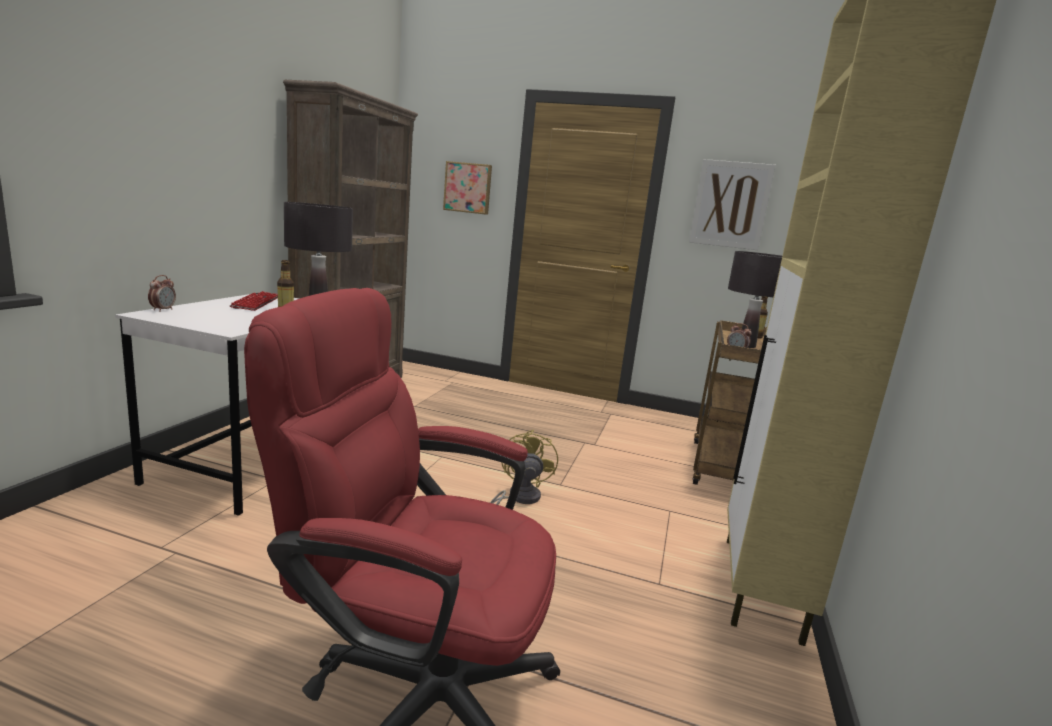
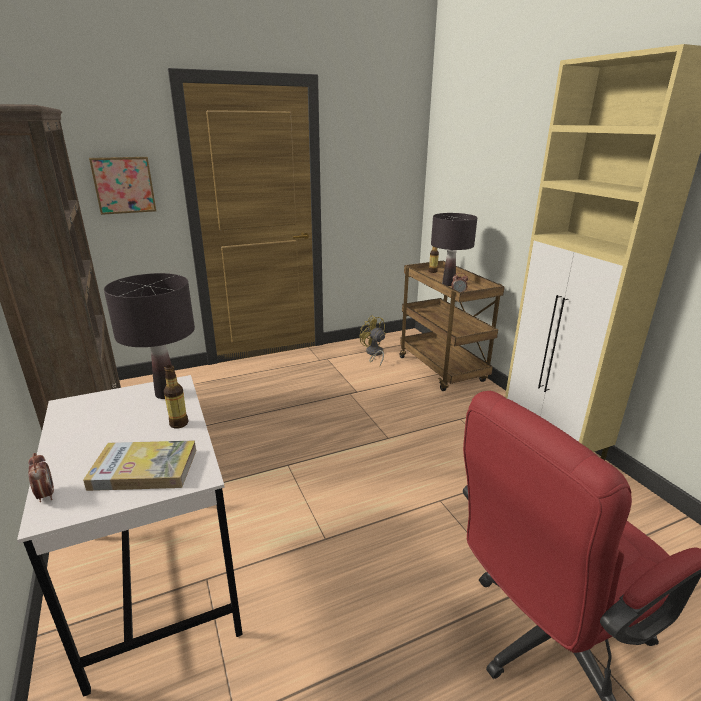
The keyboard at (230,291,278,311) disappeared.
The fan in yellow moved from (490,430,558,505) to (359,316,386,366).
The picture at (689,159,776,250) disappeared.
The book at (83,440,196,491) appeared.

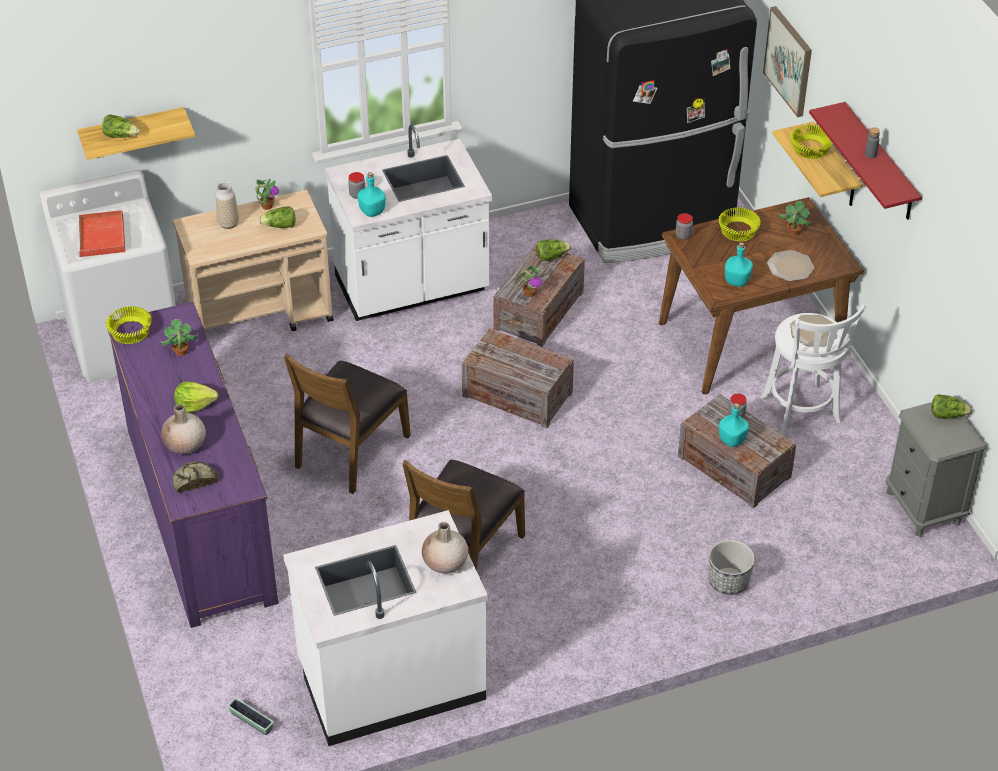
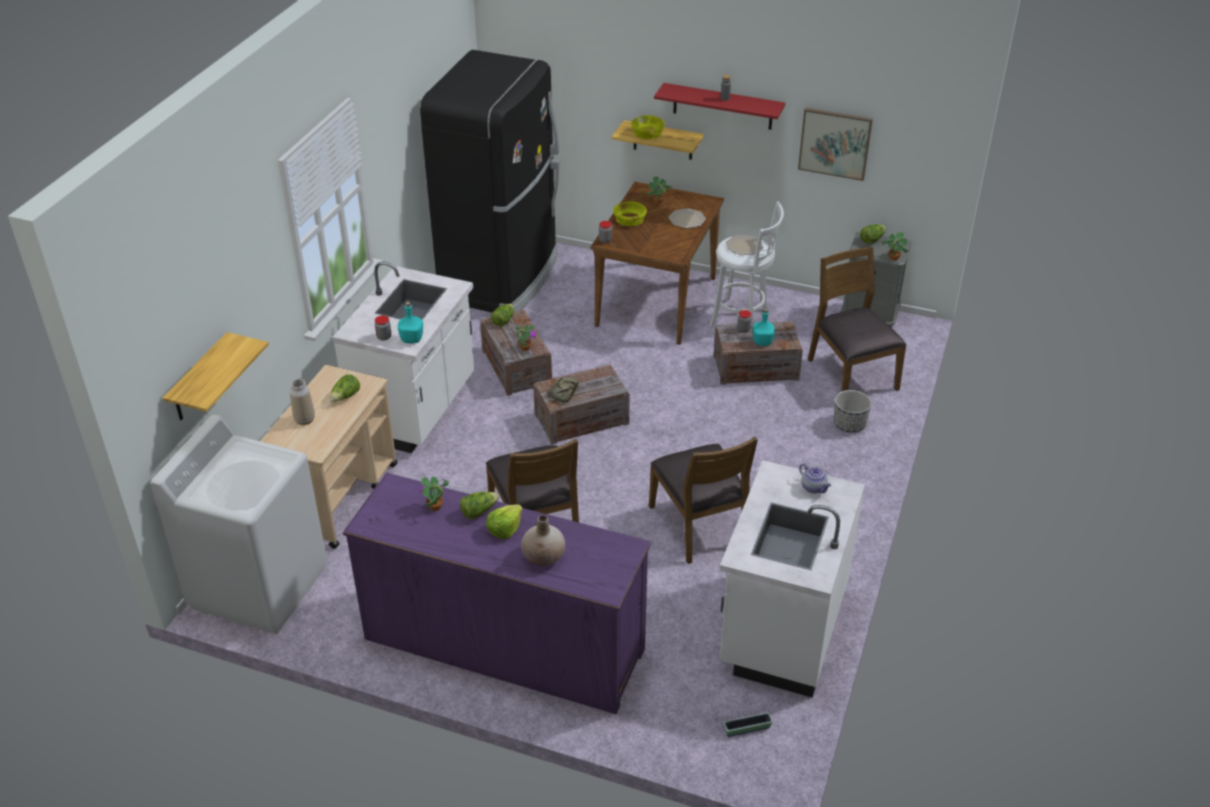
The tray in red at (76,210,126,257) disappeared.
The lettuce moved from (102,114,140,138) to (460,492,499,519).
The bowl in yellow at (106,306,152,344) disappeared.
The bread moved from (172,461,218,493) to (550,376,579,403).
The potted plant moved from (255,178,279,210) to (882,232,910,261).
The vase in beige at (422,522,468,574) was replaced by the teapot at (799,464,831,494).
The bottle in turquoise at (725,242,753,287) disappeared.
The picture moved from (763,6,812,117) to (798,107,873,181).
The chair in brown at (808,246,907,392) appeared.

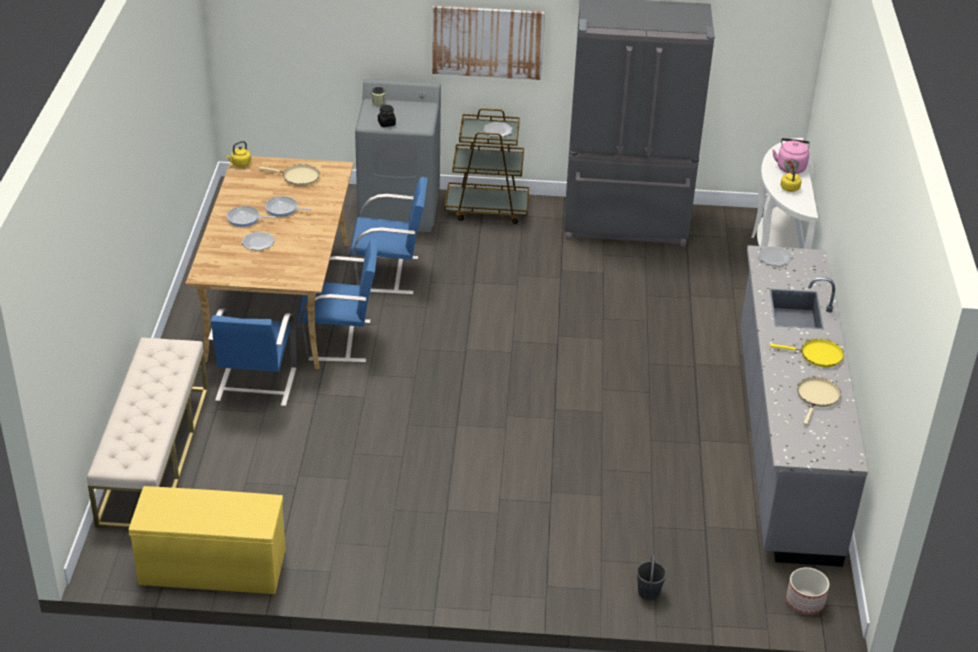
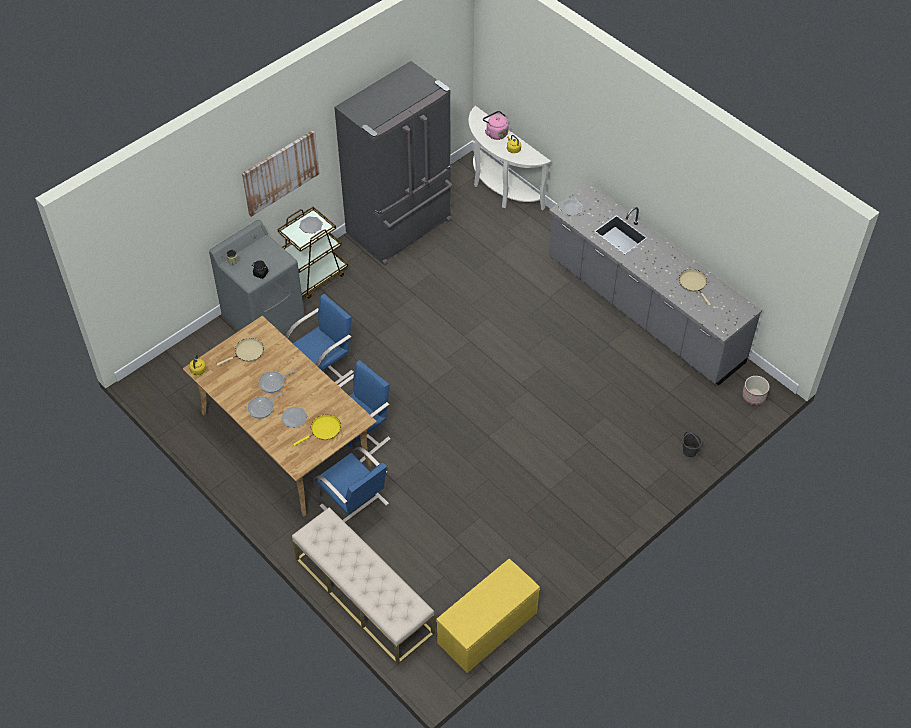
The frying pan in yellow moved from (770,339,844,367) to (293,415,341,446).

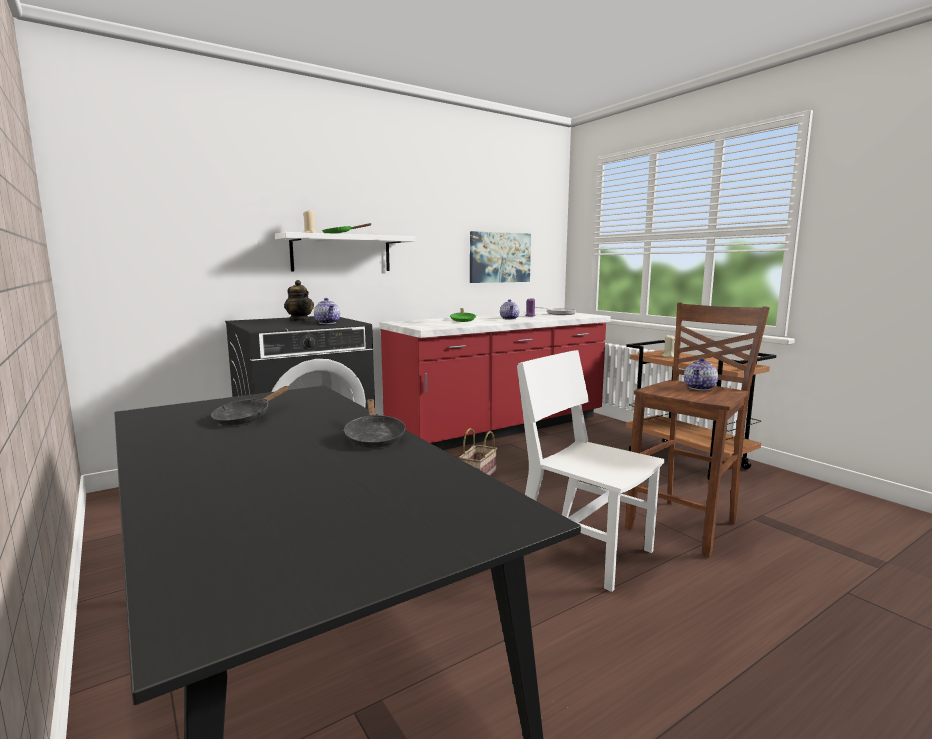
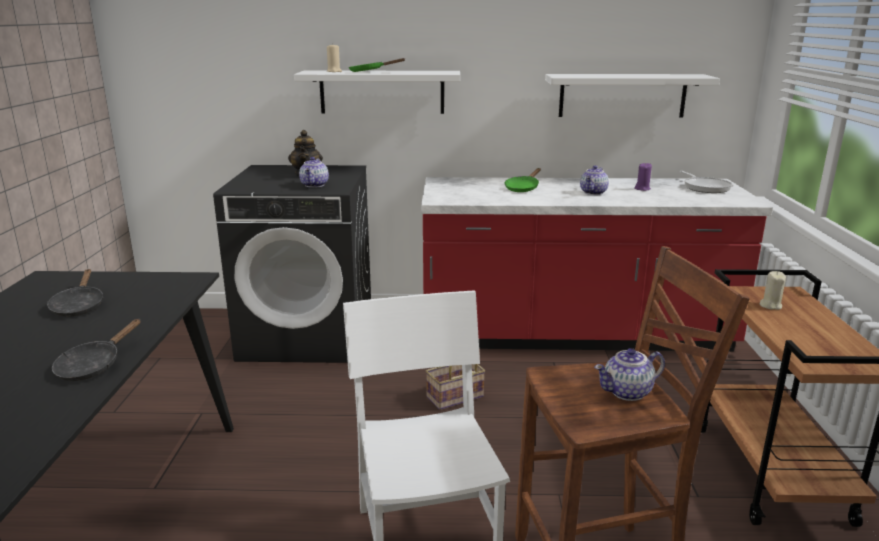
The frying pan in black at (211,386,290,425) turned 75 degrees counterclockwise.
The picture at (470,231,531,283) was replaced by the shelf in white at (545,74,720,117).

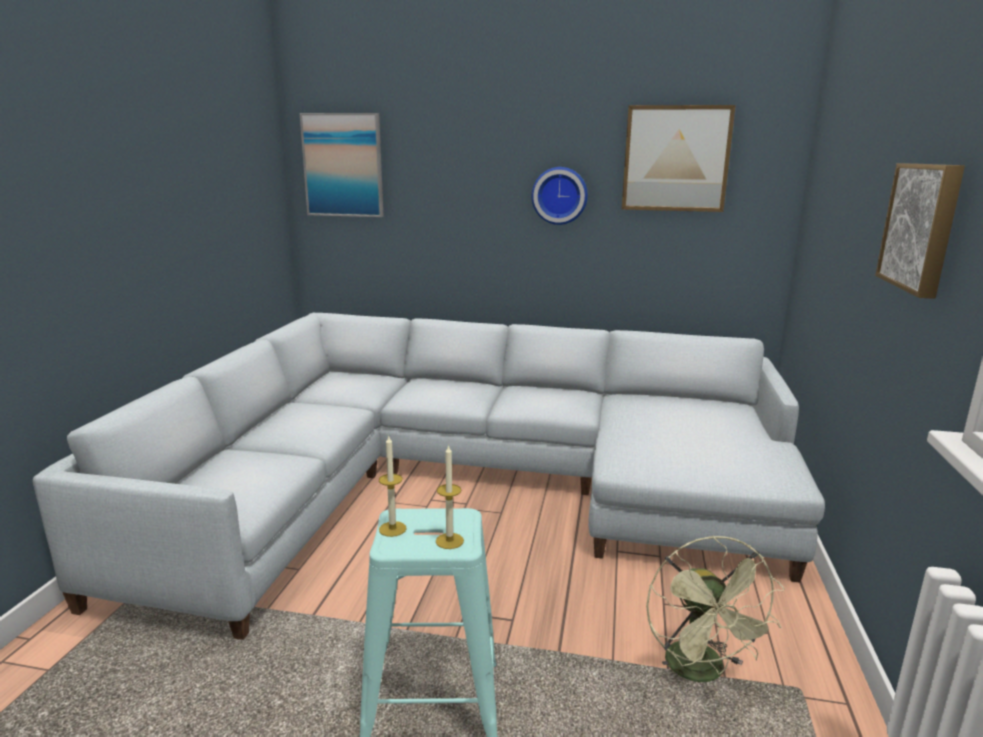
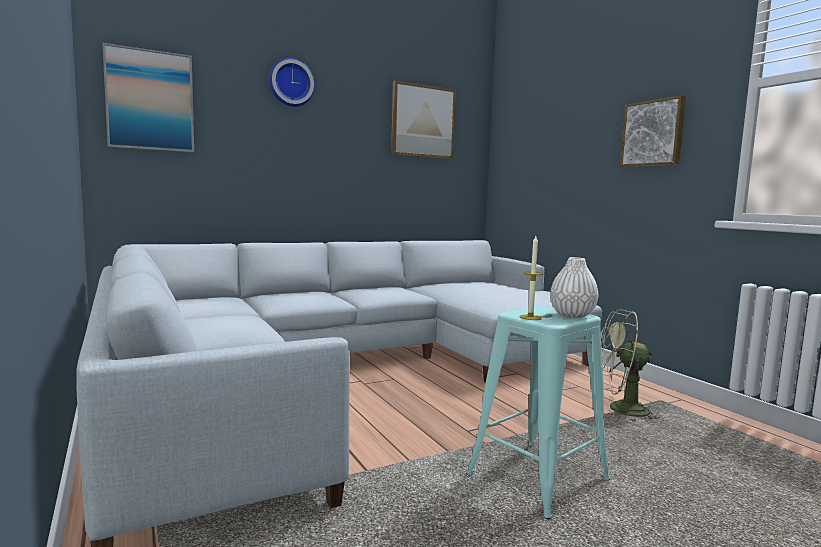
The candle at (436,444,464,549) was replaced by the vase in white at (550,257,598,318).
The wall clock moved from (532,167,588,225) to (269,58,315,107).
The fan in green at (646,535,784,682) turned 150 degrees clockwise.

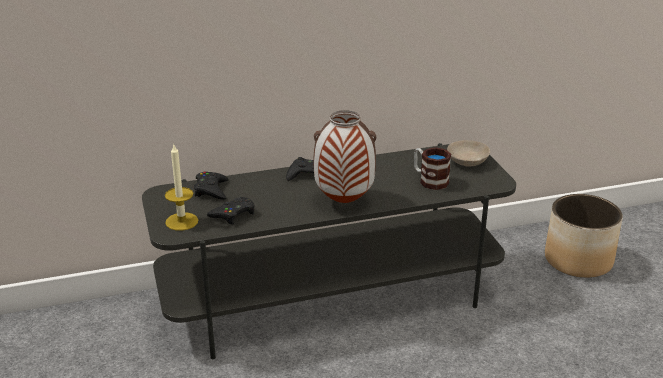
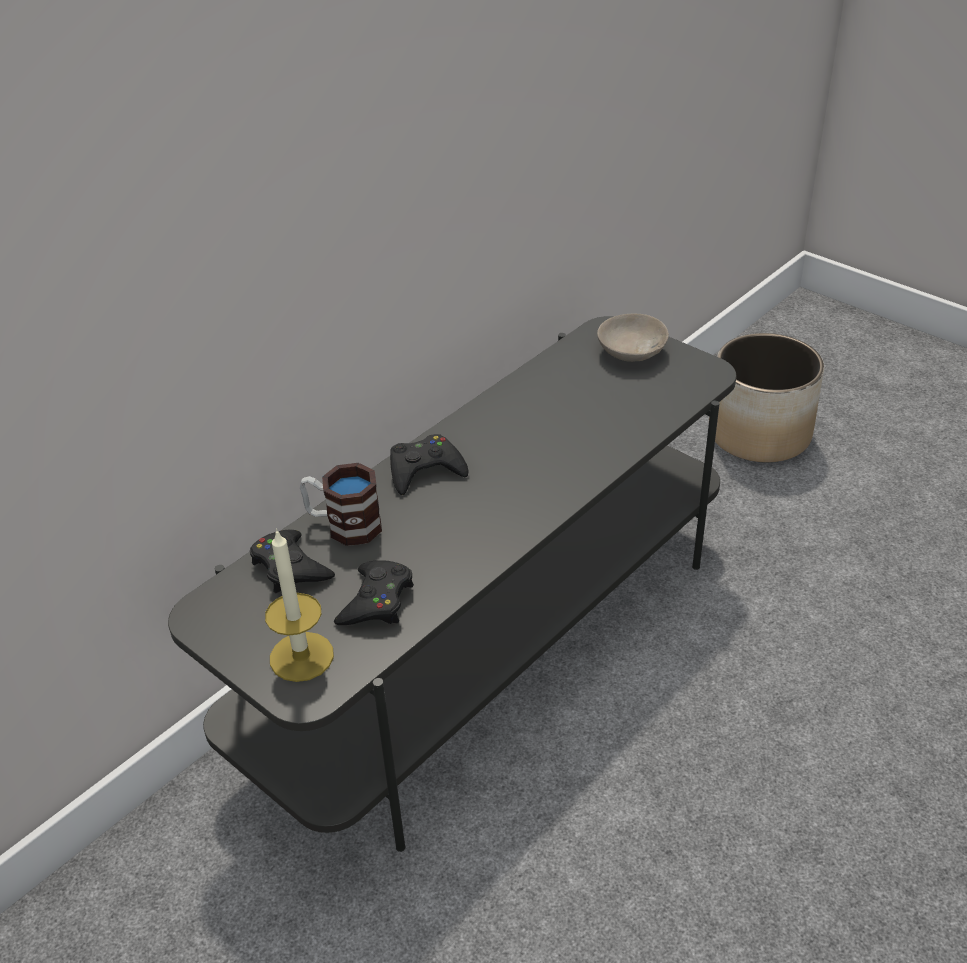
The vase at (313,110,376,203) disappeared.
The mug moved from (414,147,451,190) to (300,463,382,546).

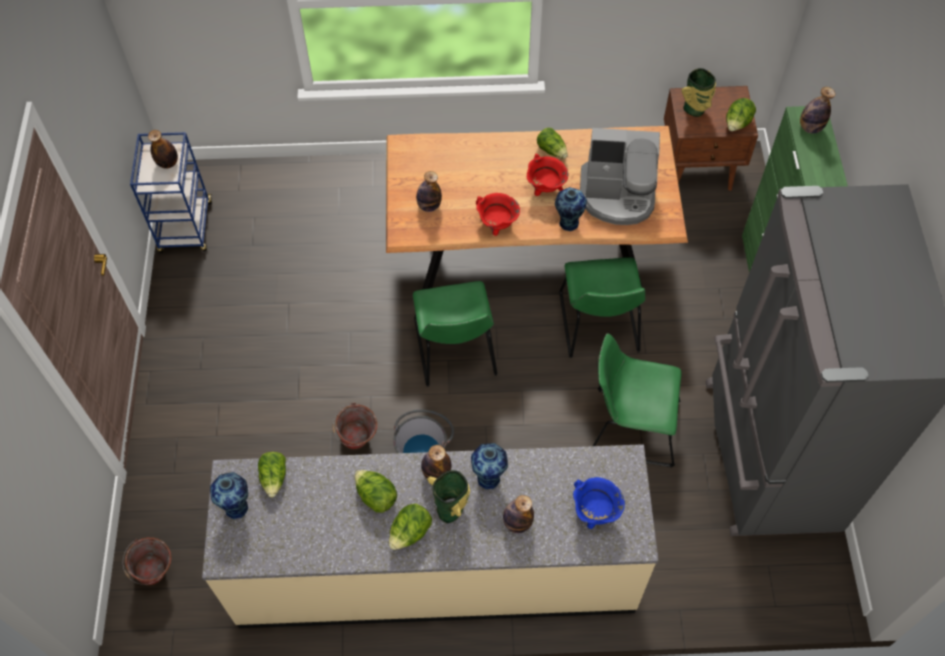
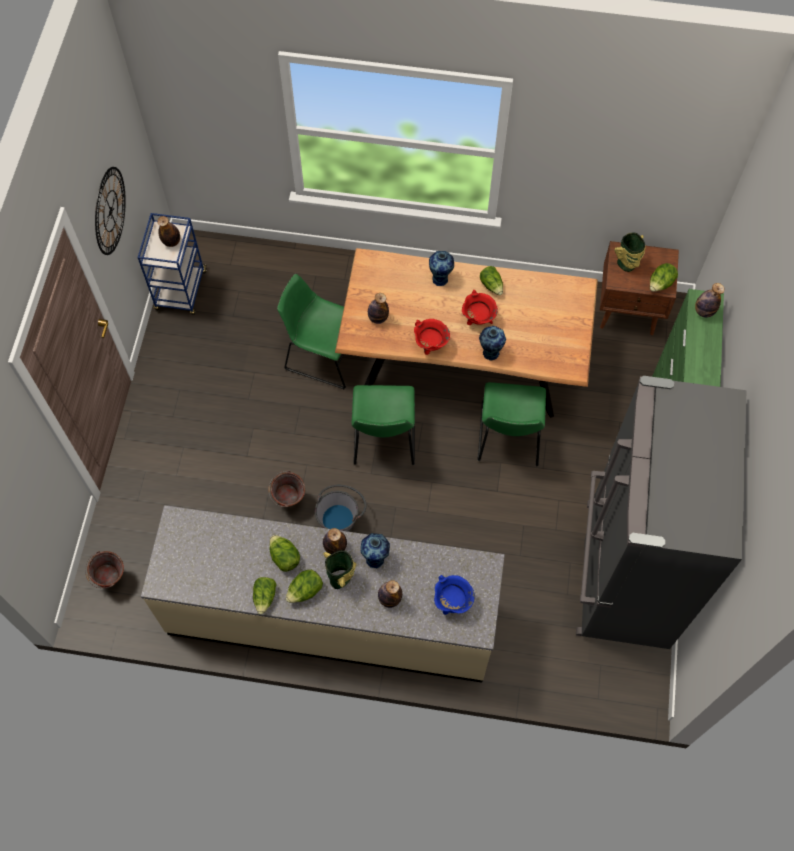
The vase moved from (210,472,248,520) to (429,251,454,287).
The lettuce moved from (258,452,286,497) to (253,577,276,615).
The coffee machine at (580,128,660,225) disappeared.
The chair in green moved from (593,333,681,467) to (277,274,346,389).
The wall clock at (95,167,126,255) appeared.

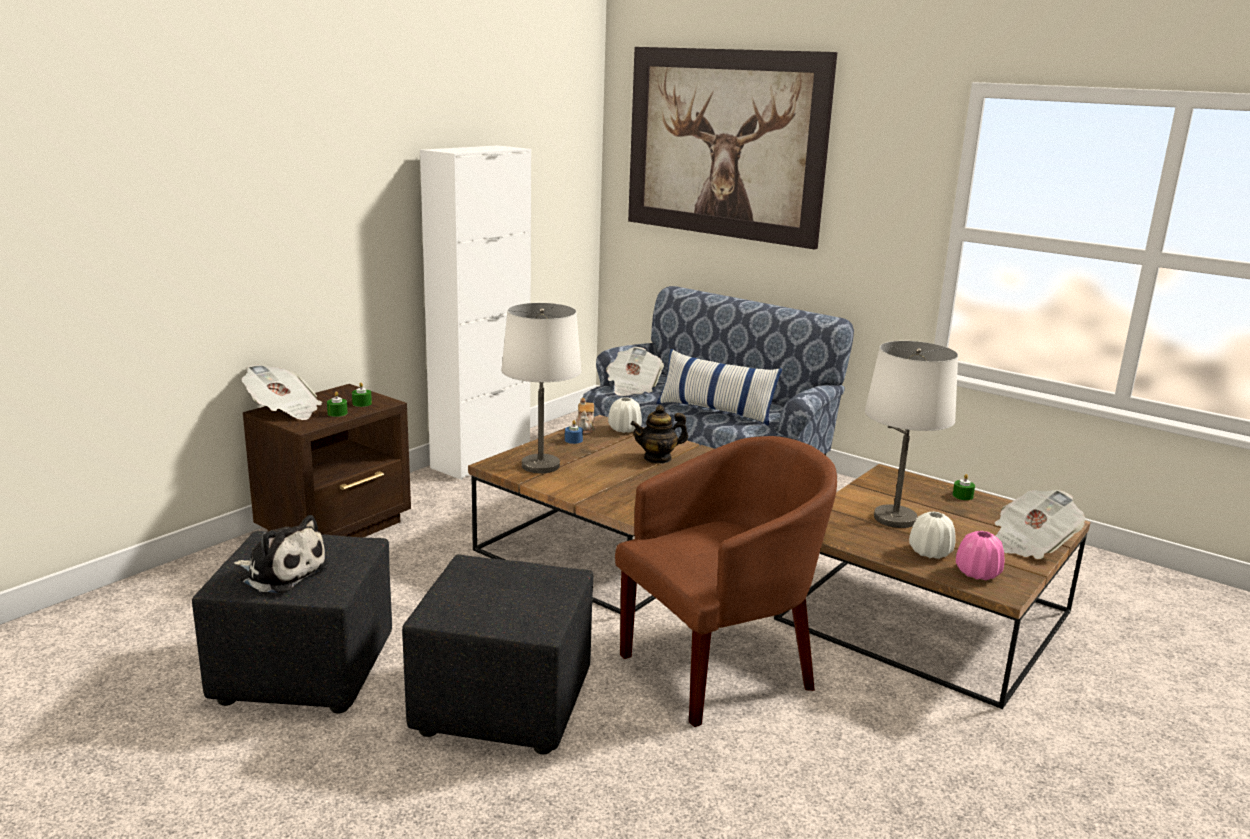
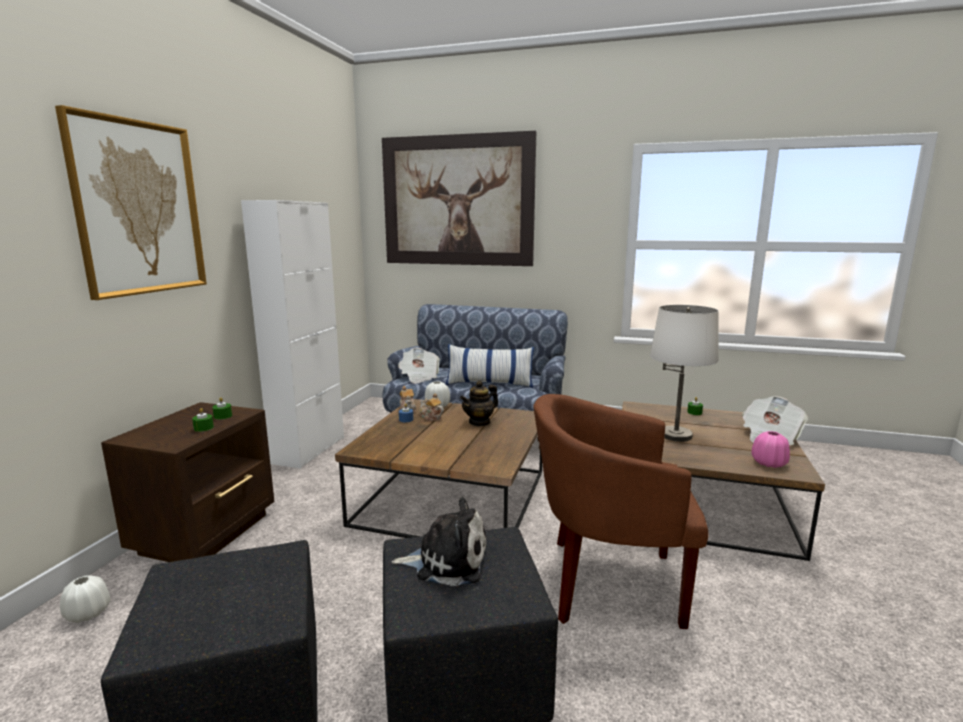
The plush toy moved from (234,515,329,593) to (391,497,487,586).
The newspaper at (242,364,322,420) disappeared.
The table lamp in white at (501,303,582,473) disappeared.
The armchair in brown at (615,436,837,727) turned 120 degrees counterclockwise.
The vase in white moved from (909,511,956,559) to (60,575,111,623).
The picture at (55,105,207,300) appeared.
The teapot at (420,393,444,420) appeared.

